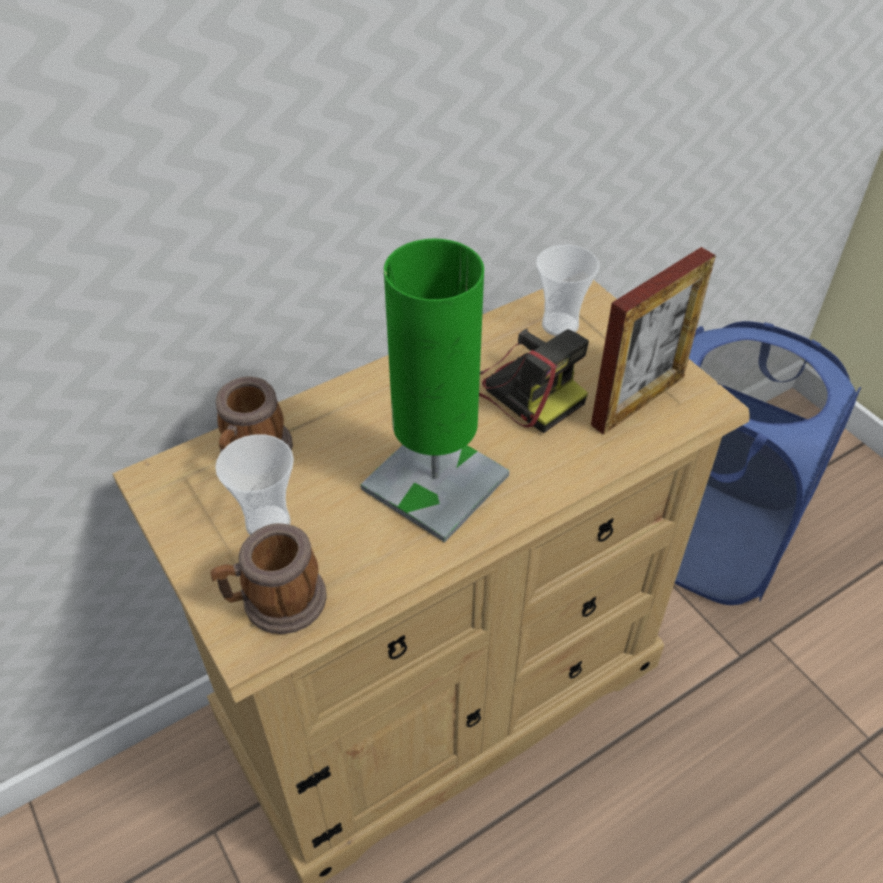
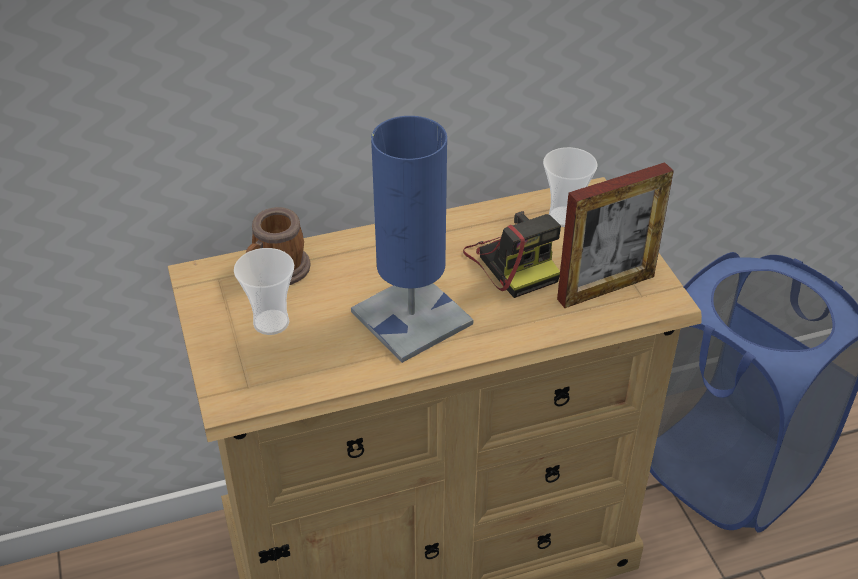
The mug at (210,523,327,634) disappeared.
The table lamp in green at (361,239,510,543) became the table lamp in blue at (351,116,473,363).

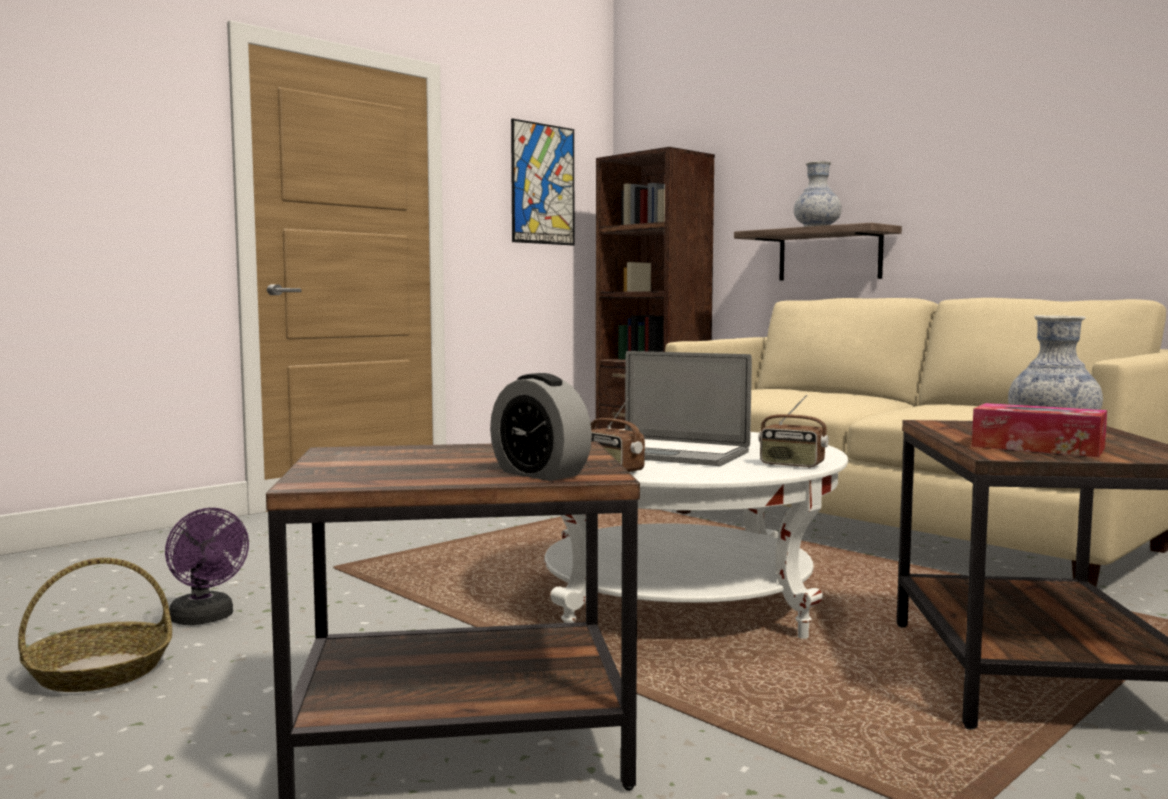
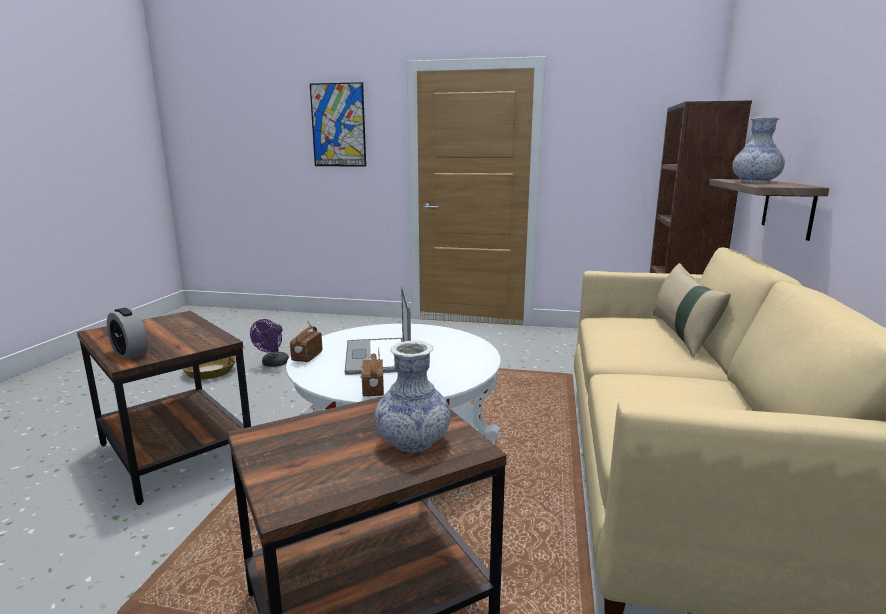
The alarm clock at (490,373,592,481) turned 60 degrees counterclockwise.
The picture moved from (511,118,574,246) to (310,82,366,167).
The tissue box at (972,403,1107,457) disappeared.
The pillow in beige at (653,263,731,357) appeared.

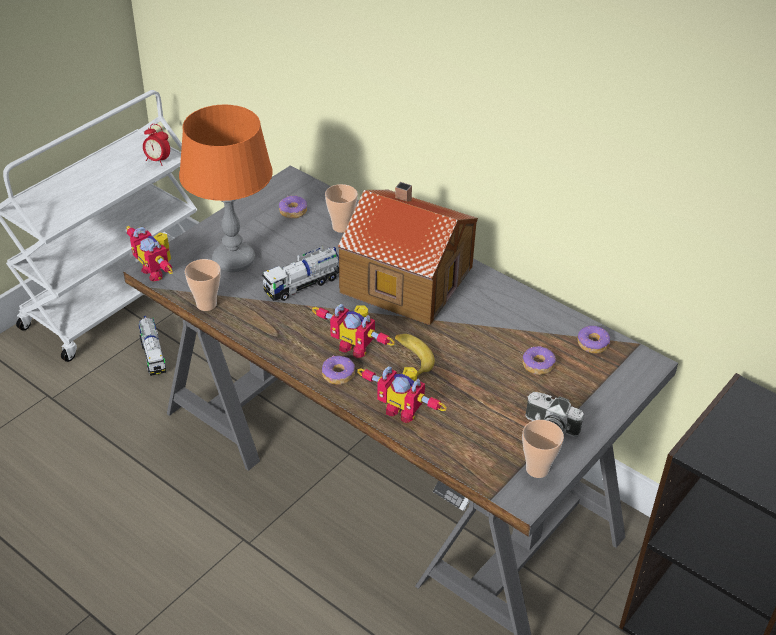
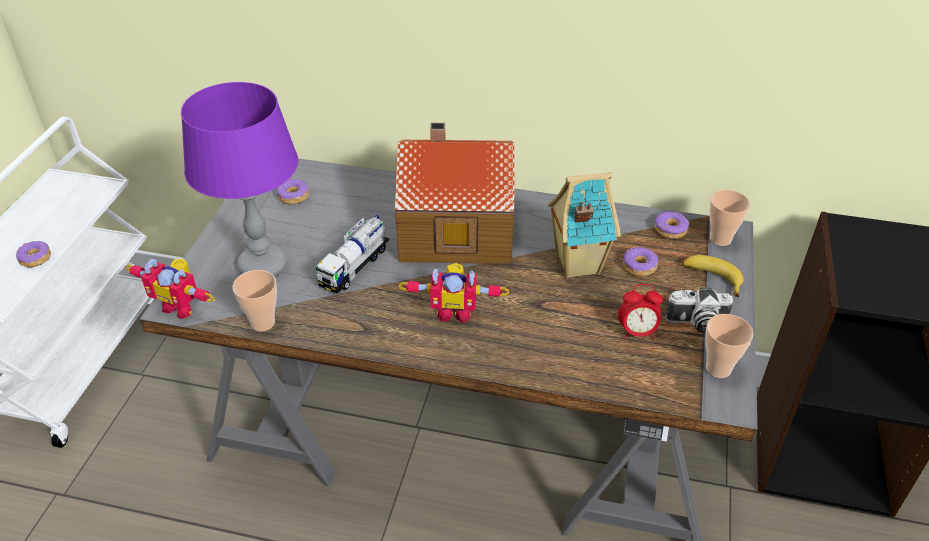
The toy truck at (138,316,166,376) disappeared.
The alarm clock moved from (143,124,170,166) to (618,284,663,339).
The table lamp in orange at (179,105,273,272) became the table lamp in purple at (181,82,298,277).
The donut moved from (322,355,355,385) to (16,241,51,267).
The cup moved from (325,184,358,233) to (710,190,750,246).
The toy robot at (357,366,447,423) disappeared.
The banana moved from (395,334,435,376) to (682,255,744,297).
The toy house at (548,172,621,278) appeared.

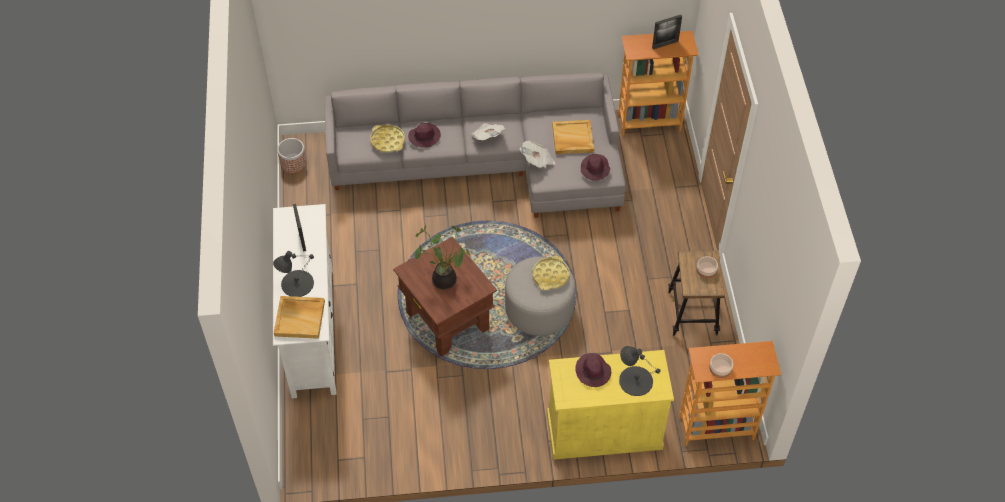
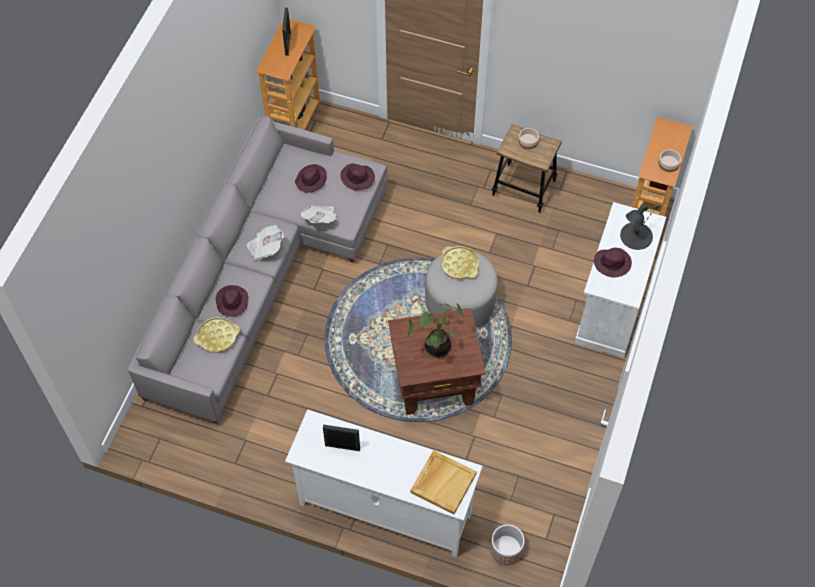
The table lamp in black at (273,251,314,297) disappeared.
The planter moved from (277,138,307,173) to (490,524,525,565).
The cabinet in yellow at (547,350,674,460) became the cabinet in white at (575,202,666,358).
The tray in beige at (552,120,594,154) was replaced by the hat in purple at (295,164,327,193).

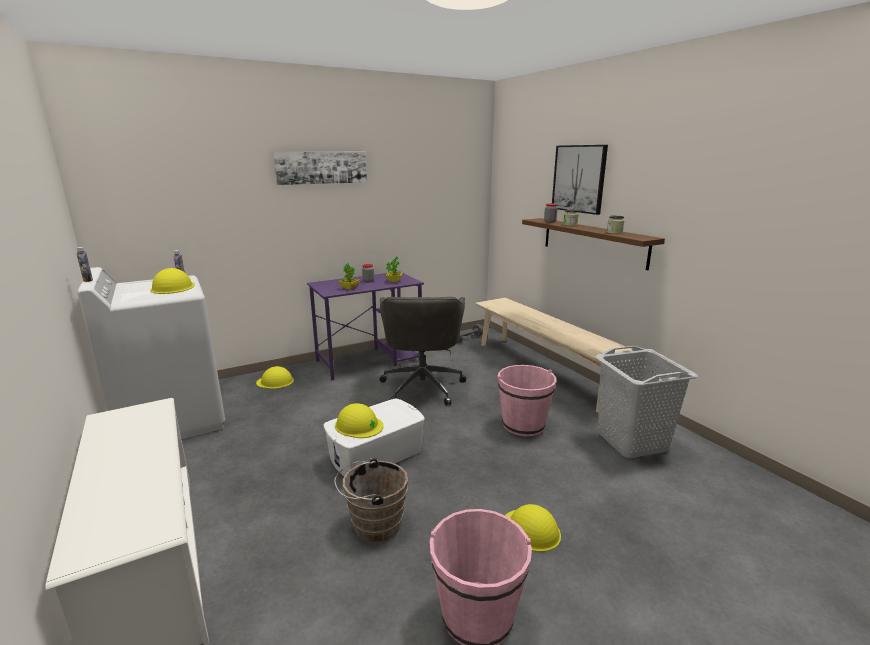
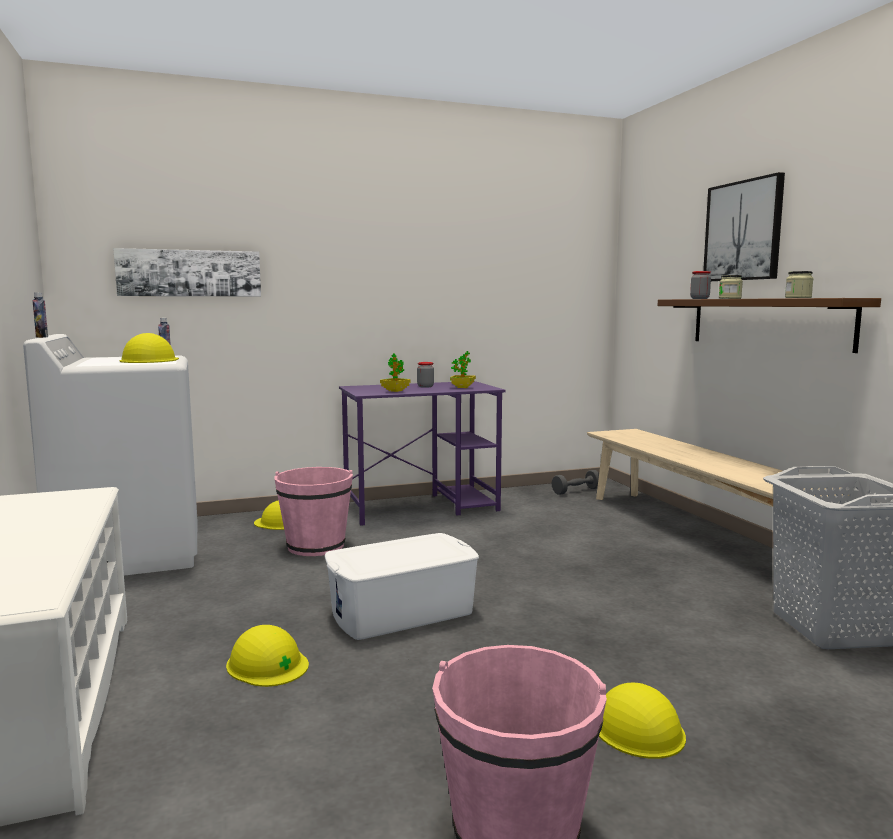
The picture moved from (273,151,367,185) to (113,248,261,297).
The bucket in brown at (334,458,408,542) disappeared.
The hard hat in yellow moved from (335,403,384,438) to (226,625,309,687).
The office chair in grey at (379,297,466,405) disappeared.
The bucket in pink moved from (498,365,557,437) to (274,467,353,556).

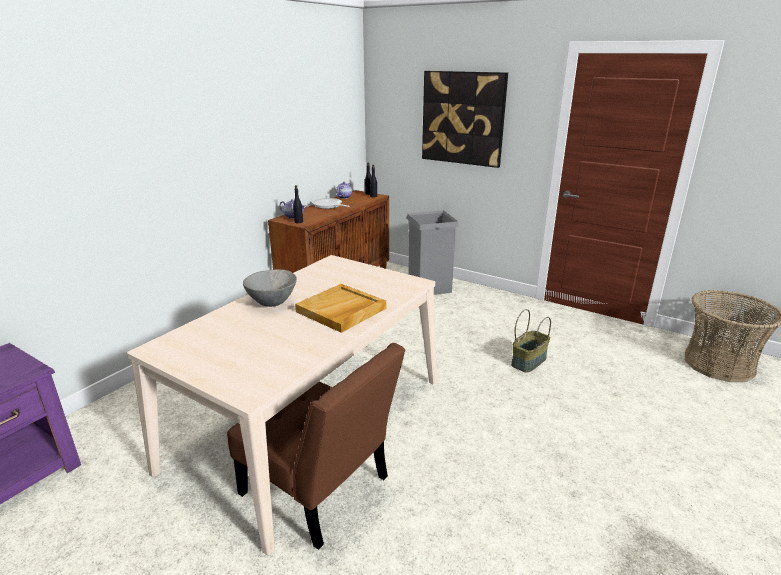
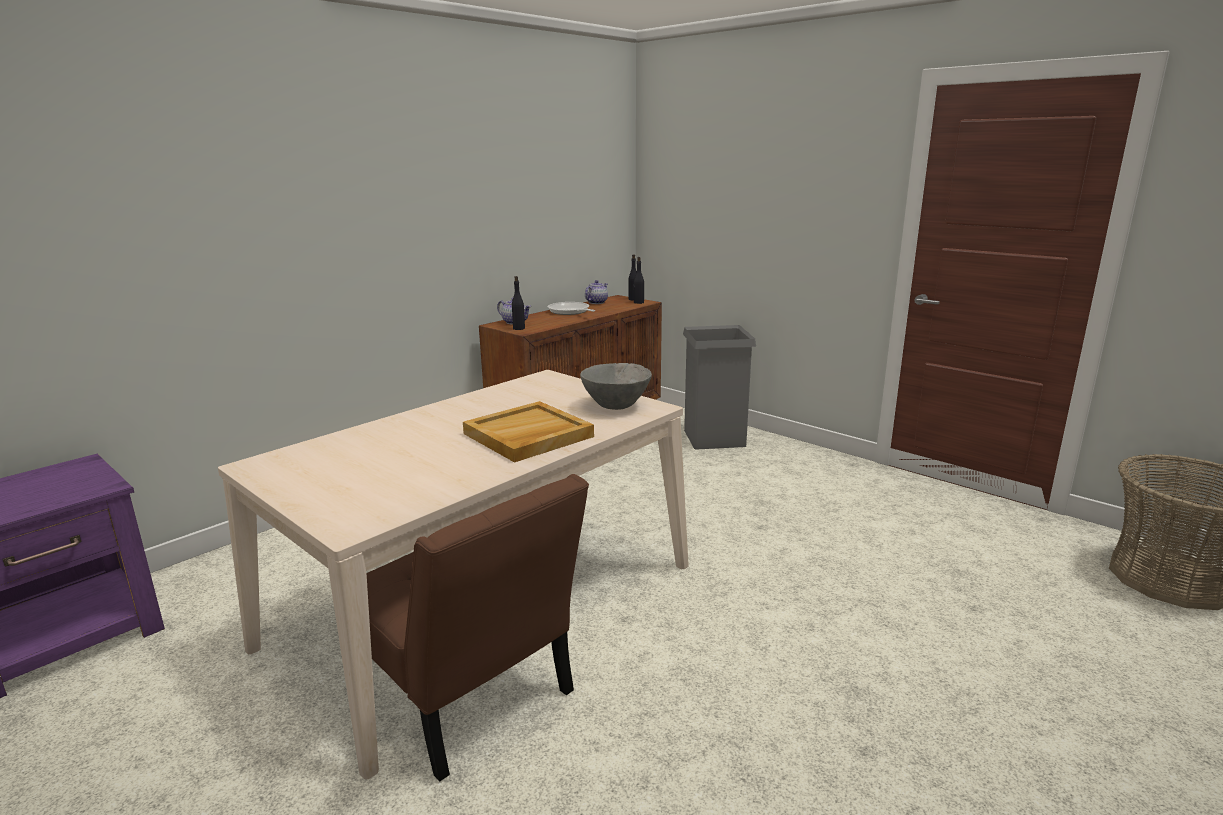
The bowl in grey moved from (243,269,297,307) to (580,363,652,410).
The picture at (422,71,508,168) disappeared.
The basket at (511,309,551,373) disappeared.

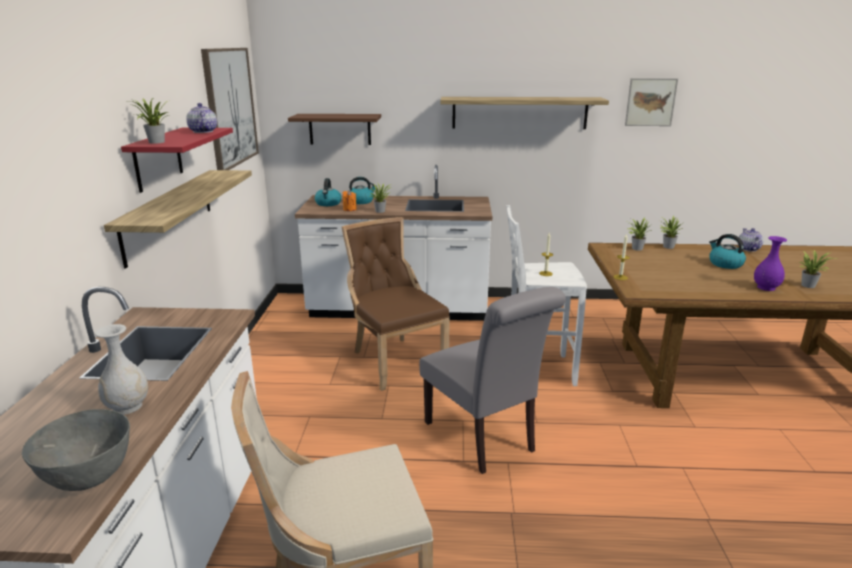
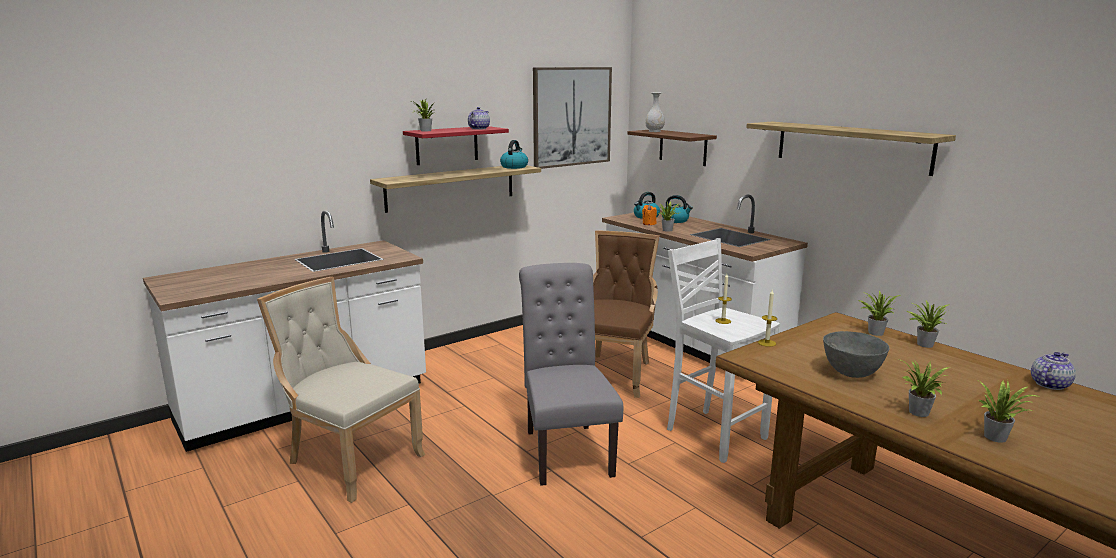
The bowl in grey moved from (22,409,130,491) to (823,331,890,378).
The vase in white moved from (95,324,148,415) to (645,92,665,132).
The chair in grey at (419,287,566,474) turned 150 degrees clockwise.
The picture at (625,78,678,126) disappeared.
The kettle moved from (709,234,746,269) to (500,140,528,169).
The vase in purple at (754,236,787,291) was replaced by the potted plant at (899,359,949,417).

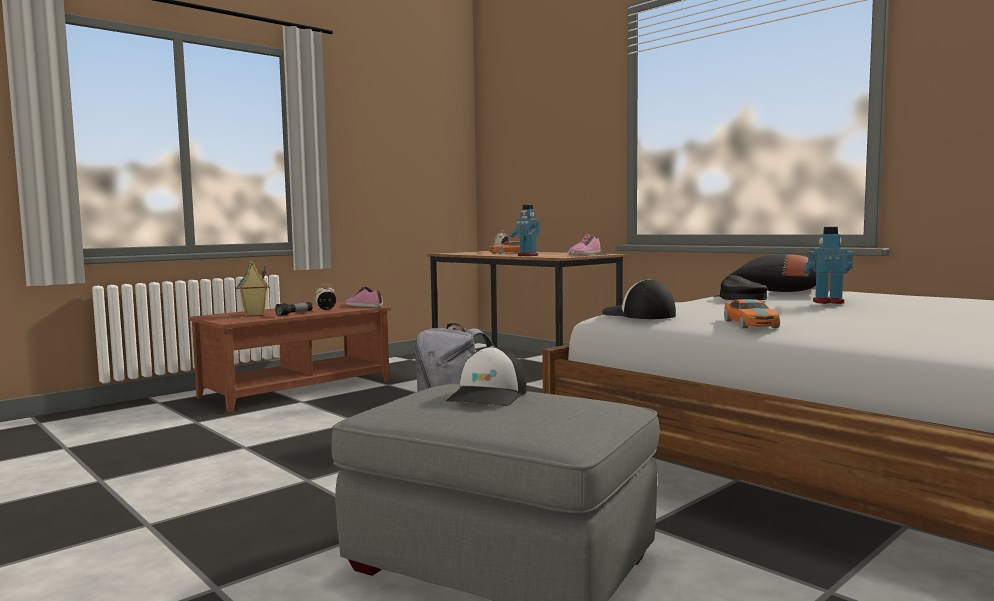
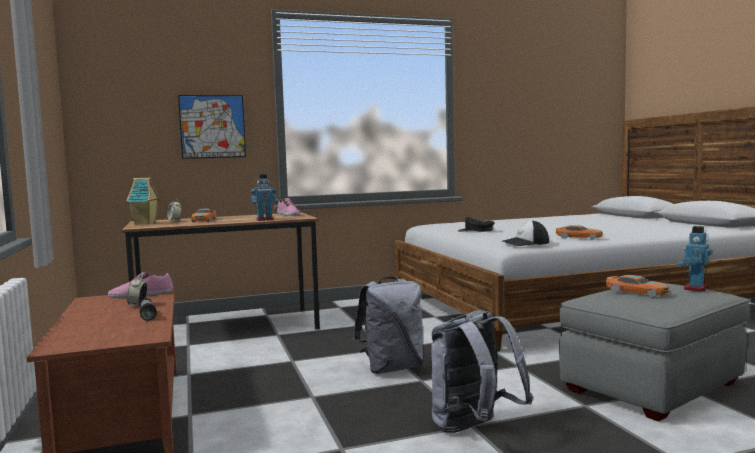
The toy house moved from (236,260,270,316) to (126,177,160,225).
The cap at (446,346,527,406) was replaced by the toy car at (606,275,669,298).
The pillow in black at (729,254,816,292) disappeared.
The toy robot moved from (804,227,853,304) to (677,226,713,291).
The picture at (178,95,246,159) appeared.
The backpack in grey at (431,310,533,433) appeared.

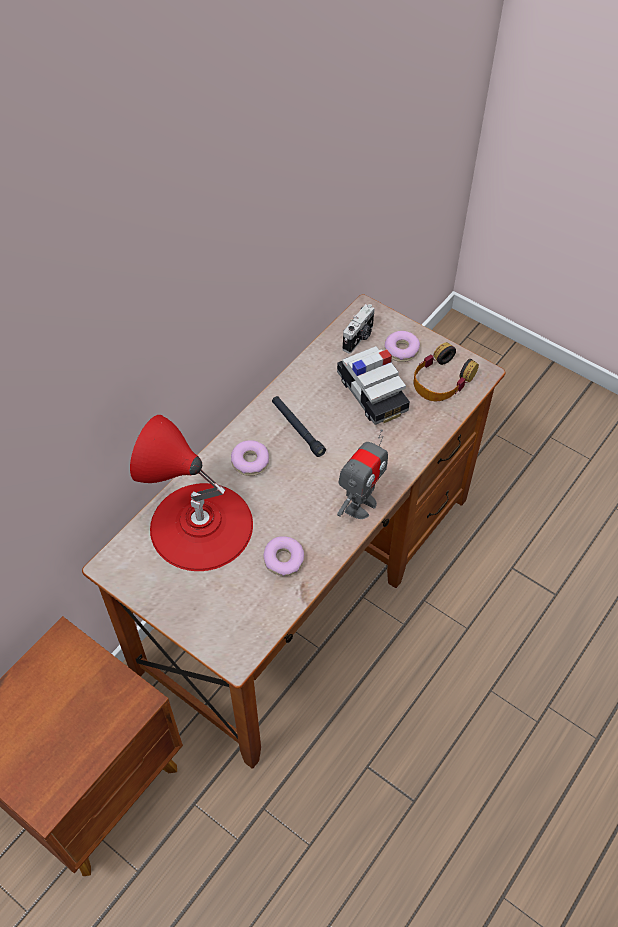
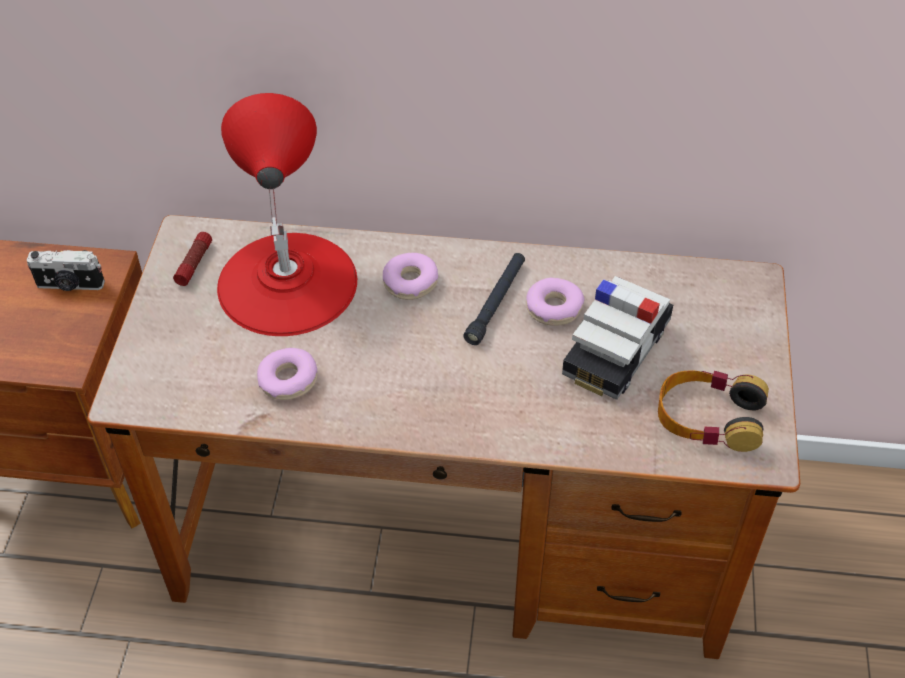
The toy robot at (337,429,388,519) disappeared.
The photo camera moved from (343,304,375,353) to (27,250,105,291).
The donut moved from (384,331,420,362) to (526,278,585,326).
The flashlight at (173,232,212,286) appeared.

